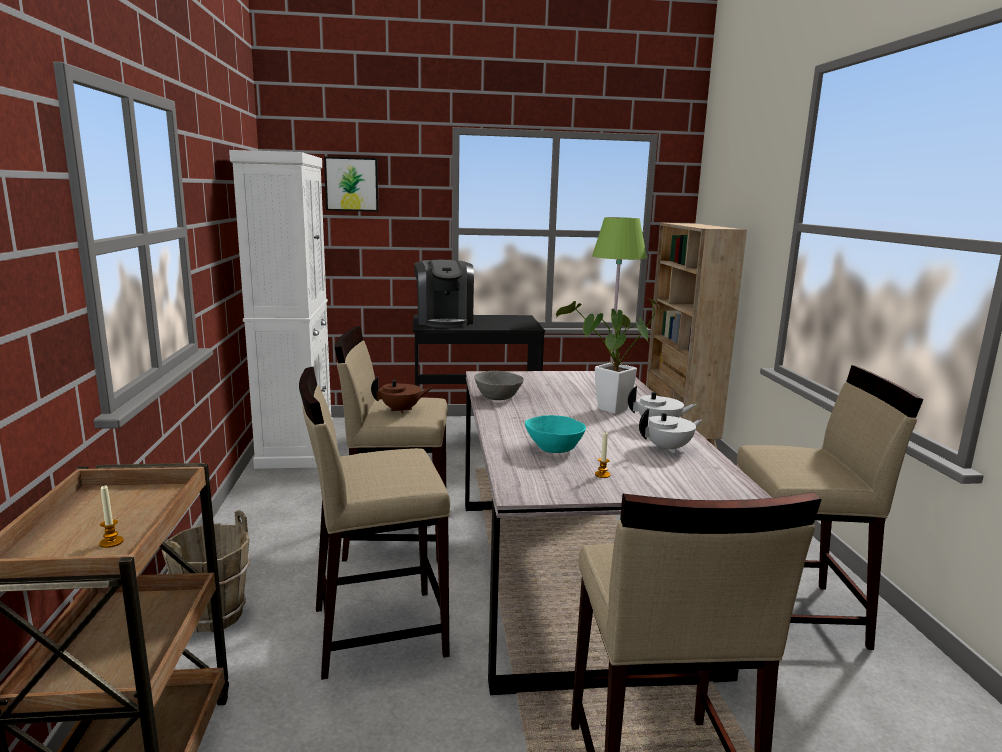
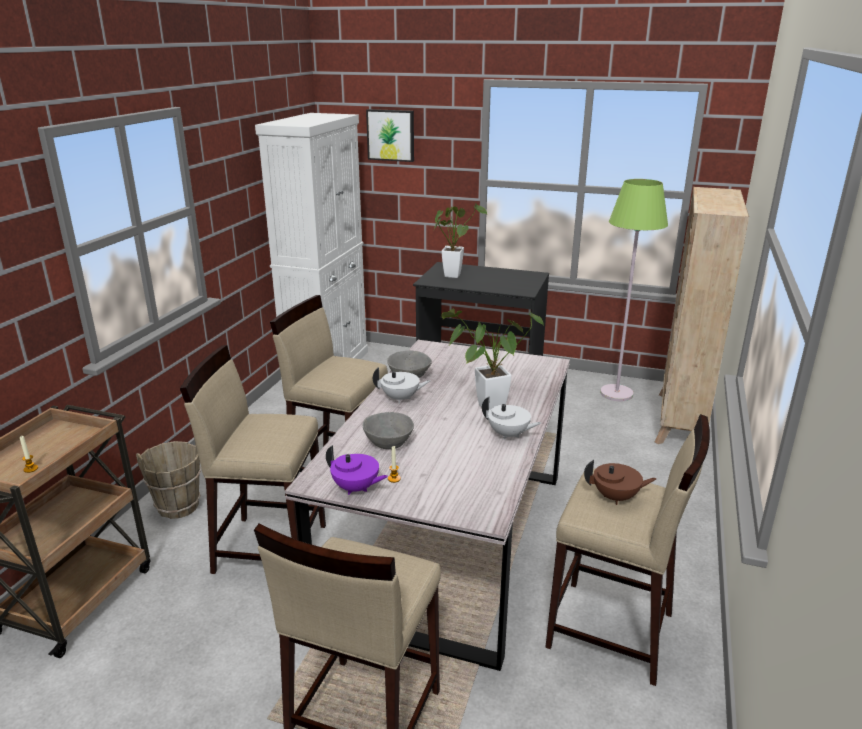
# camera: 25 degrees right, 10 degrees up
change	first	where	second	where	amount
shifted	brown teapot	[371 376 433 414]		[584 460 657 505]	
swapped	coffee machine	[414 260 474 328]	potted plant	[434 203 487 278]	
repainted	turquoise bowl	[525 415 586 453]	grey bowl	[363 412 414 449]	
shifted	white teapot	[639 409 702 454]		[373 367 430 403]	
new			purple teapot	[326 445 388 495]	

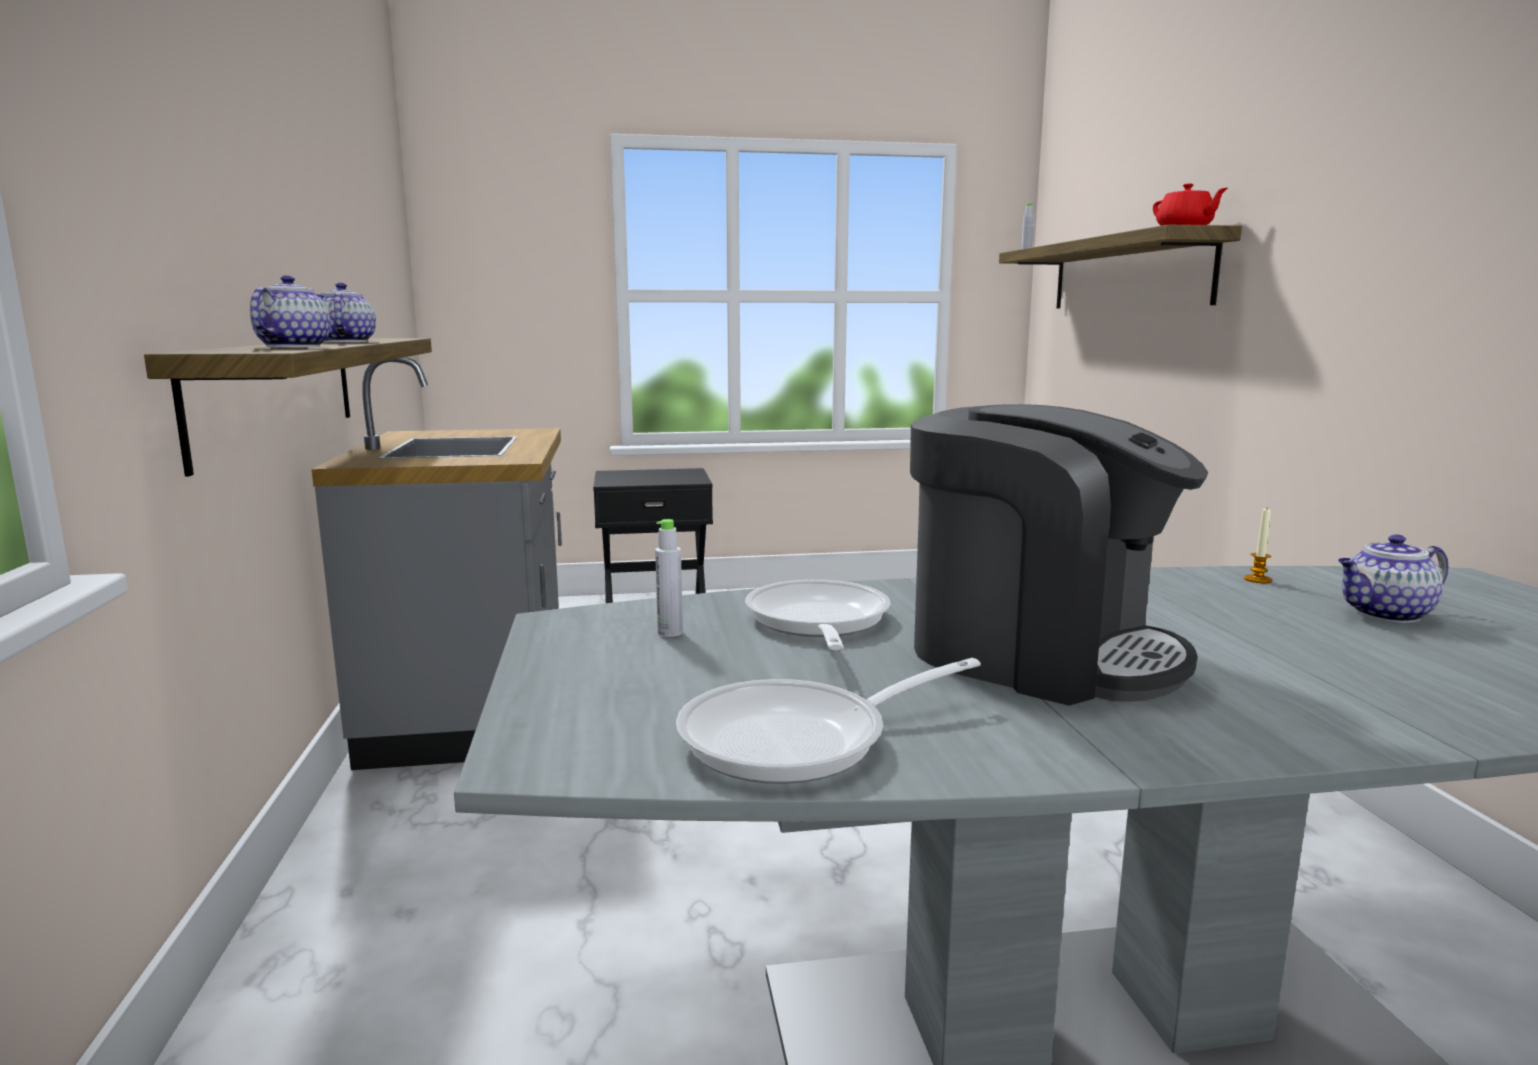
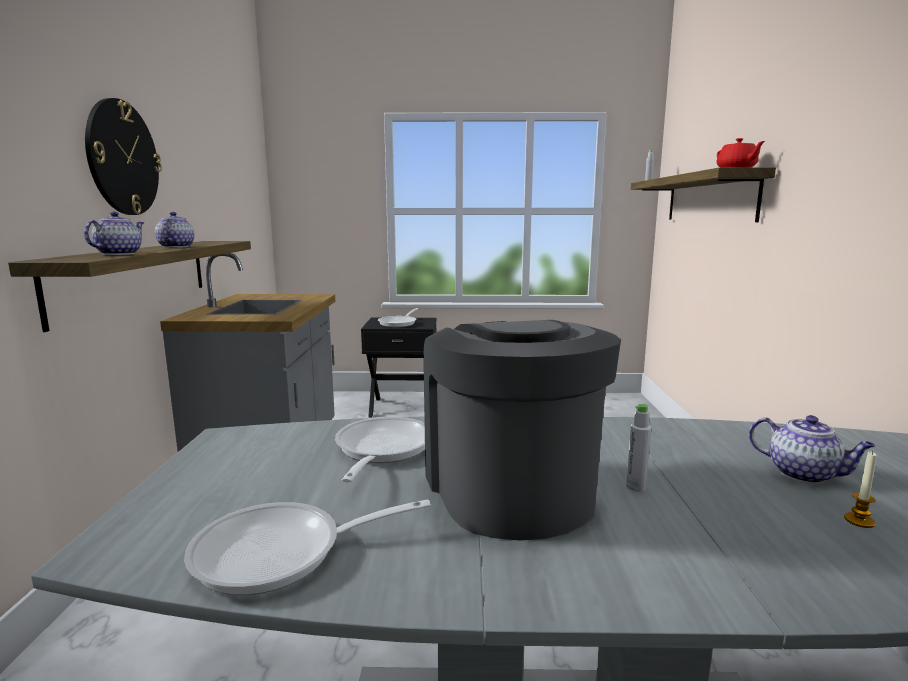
# camera: 10 degrees right, 0 degrees up
change	first	where	second	where	amount
shifted	grey bottle	[655 519 683 637]		[626 404 651 492]	
rotated	coffee machine	[910 404 1208 705]		[424 320 621 541]	150 degrees counterclockwise
shifted	candle	[1244 508 1272 583]		[844 451 877 528]	
rotated	teapot	[1338 534 1448 623]		[749 415 875 483]	135 degrees counterclockwise
new			wall clock	[85 98 162 215]	
new			frying pan	[378 308 418 327]	

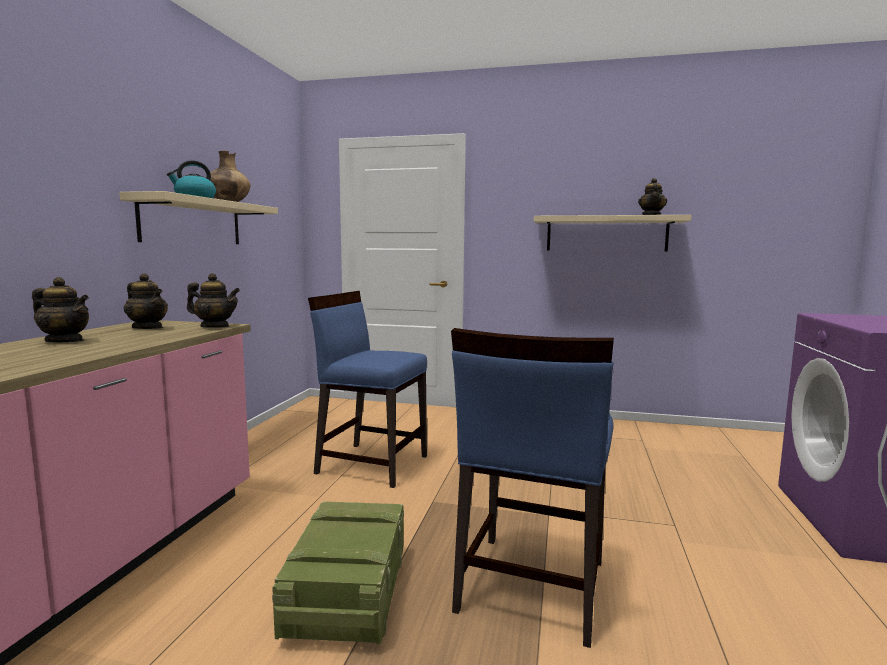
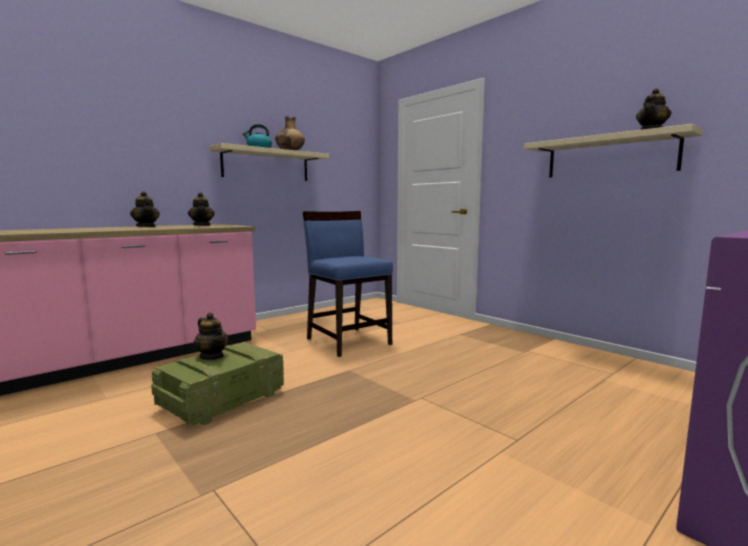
# camera: 35 degrees right, 0 degrees up
change	first	where	second	where	amount
shifted	teapot	[187 273 240 328]		[194 313 228 360]	
gone	blue chair	[451 328 614 648]			

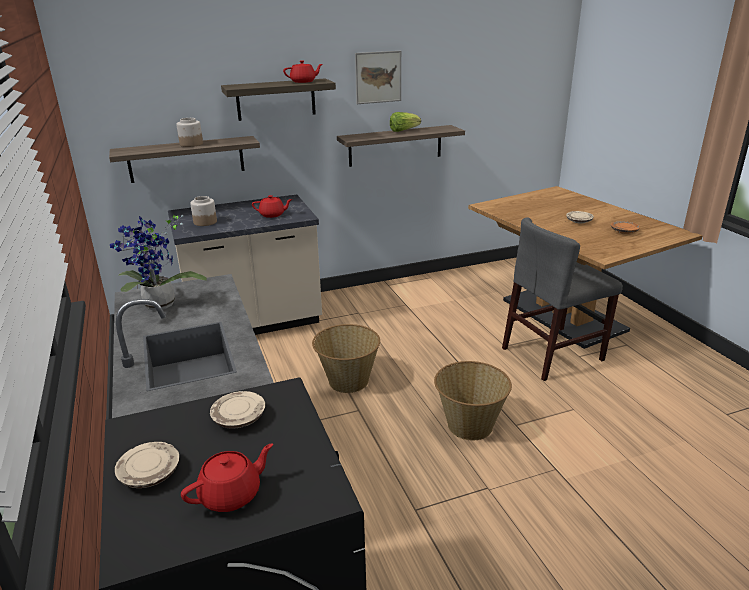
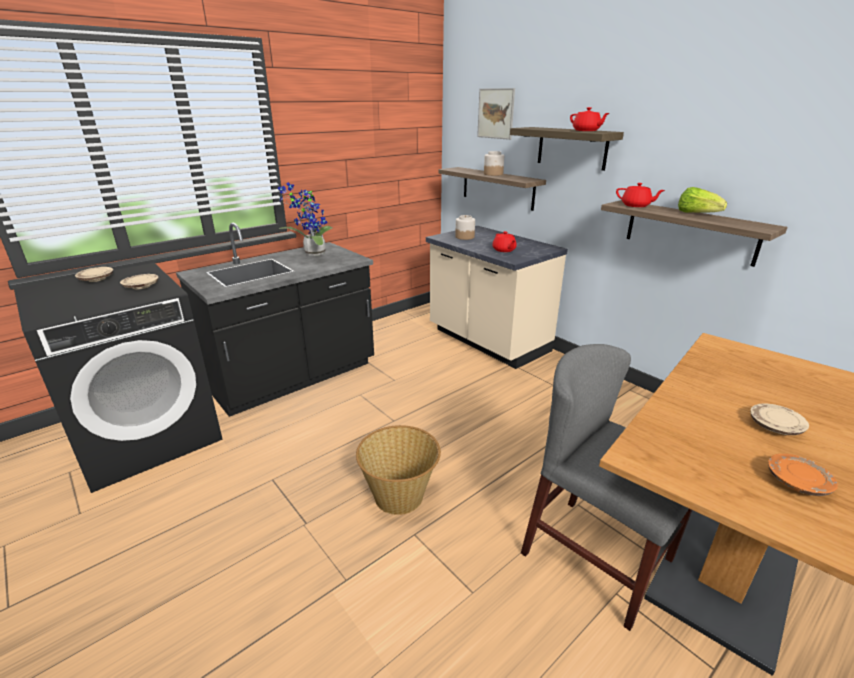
# camera: 70 degrees right, 0 degrees up
change	first	where	second	where	amount
shifted	red teapot	[181 443 273 512]		[616 183 665 207]	
gone	basket	[312 324 380 393]			
shifted	picture	[355 51 401 104]		[477 88 515 140]	

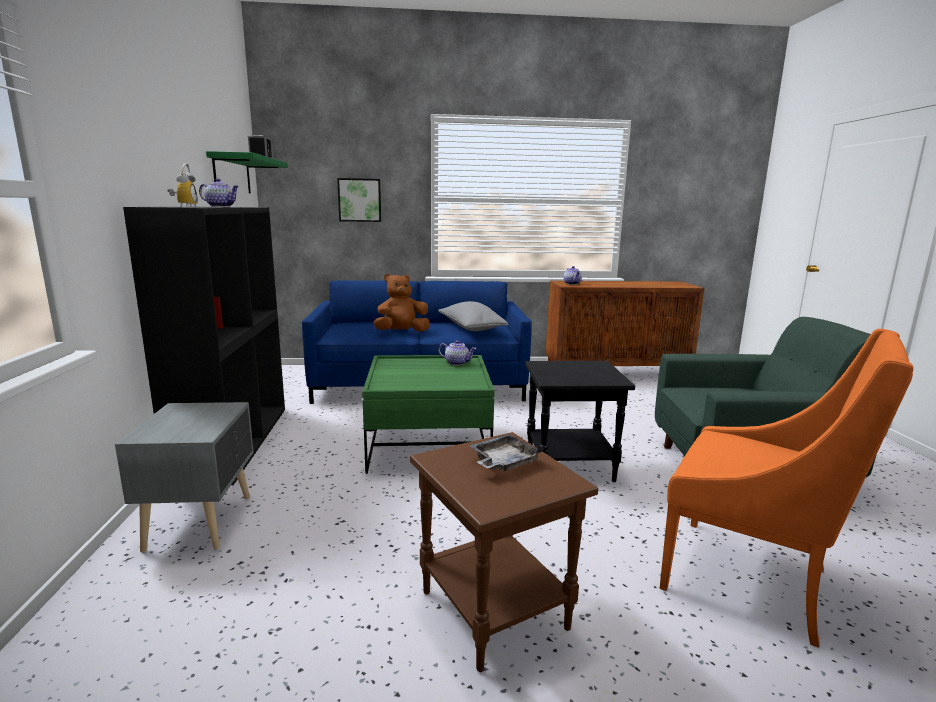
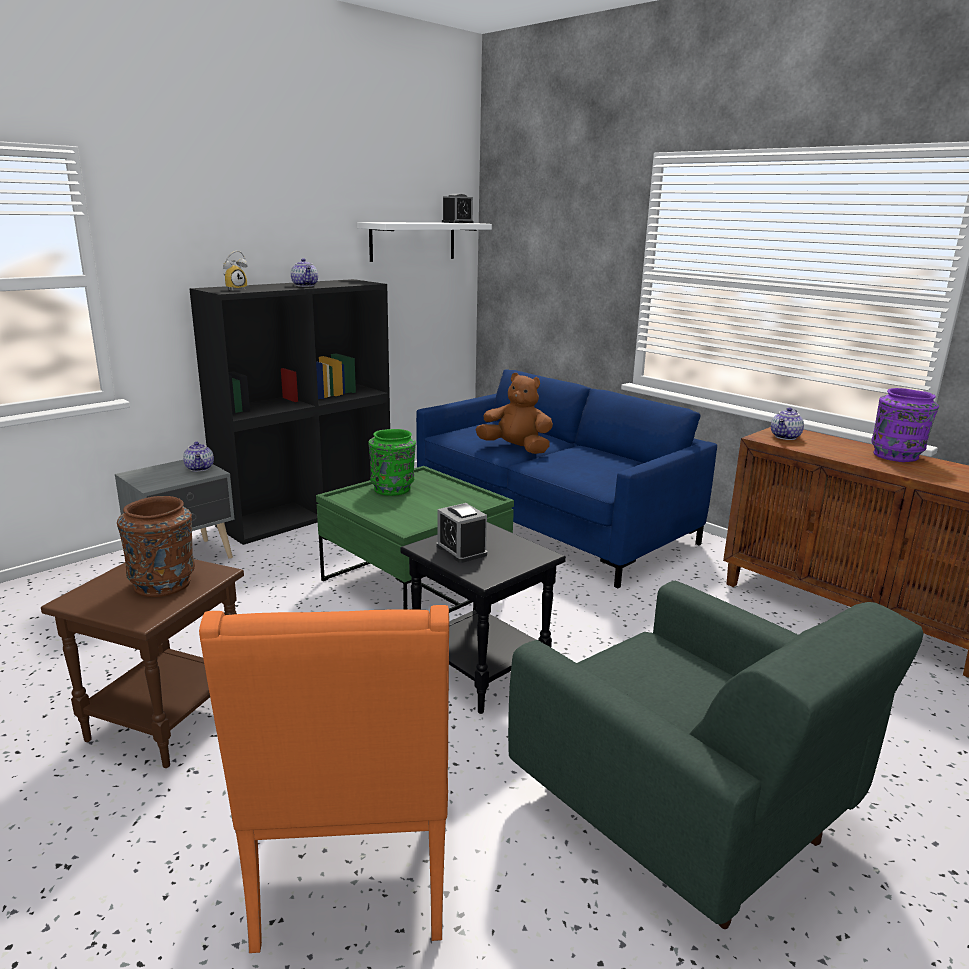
# camera: 50 degrees right, 5 degrees up
change	first	where	second	where	amount
repainted	green shelf	[206 151 288 194]	white shelf	[357 222 492 262]	
gone	picture	[337 178 381 222]			
gone	grey pillow	[438 301 508 331]			
shifted	teapot	[438 340 476 366]		[183 442 214 472]	
swapped	grey tray	[470 434 544 471]	brown vase	[117 496 195 597]	
new			green vase	[368 429 416 496]	
new			alarm clock	[437 503 487 563]	
new			purple vase	[871 388 939 462]	

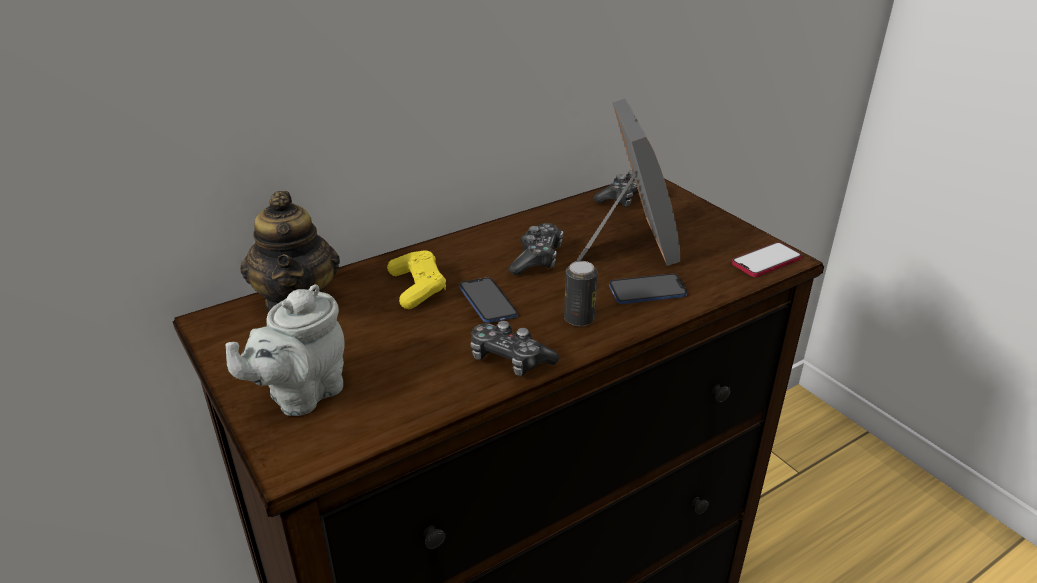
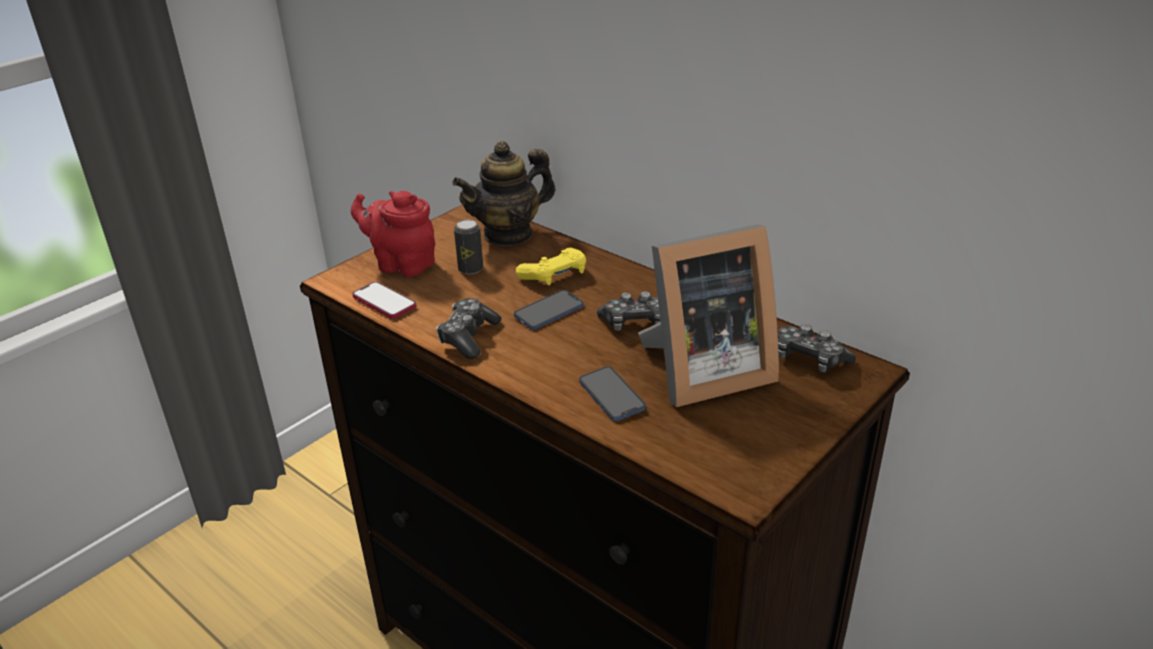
# camera: 75 degrees right, 0 degrees up
change	first	where	second	where	amount
repainted	grey teapot	[225 284 345 416]	red teapot	[351 191 435 277]	
shifted	can	[564 261 598 326]		[454 220 483 274]	
shifted	phone	[732 242 802 277]		[352 282 416 319]	

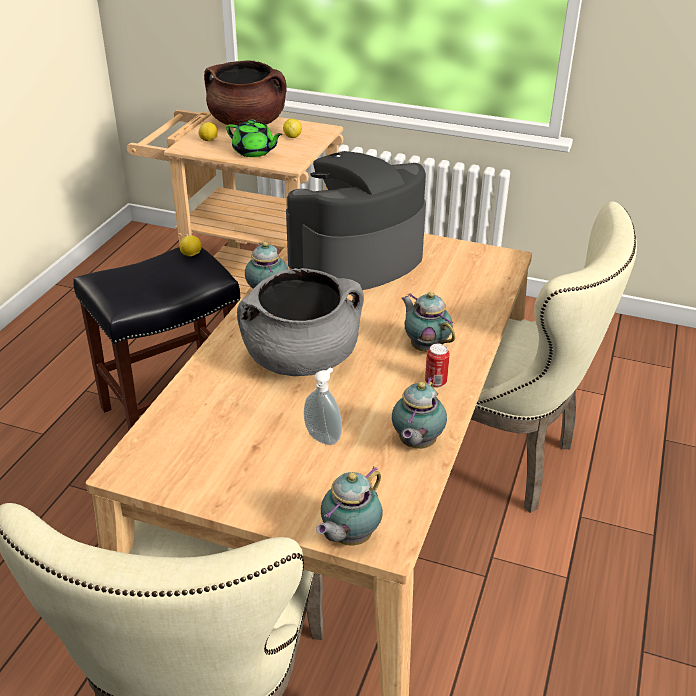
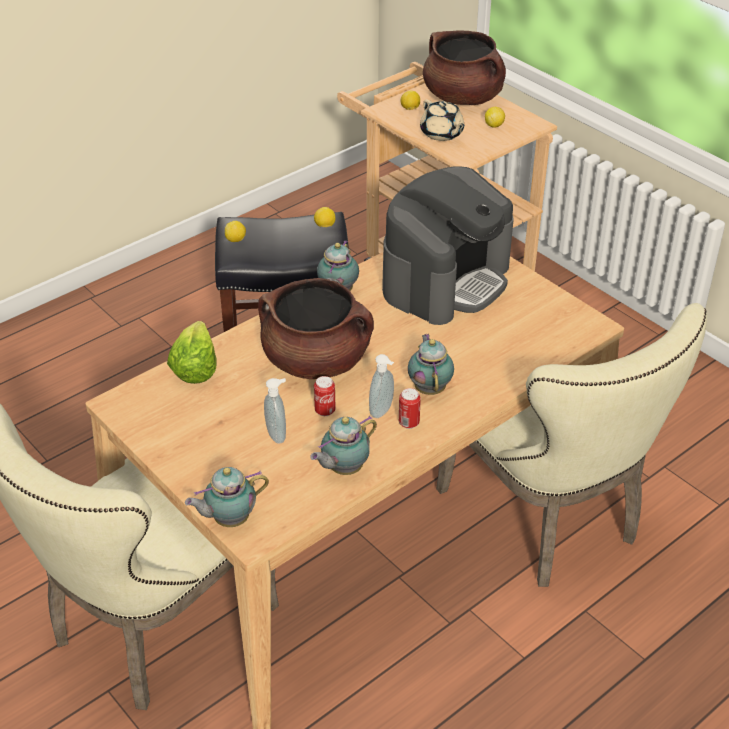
# camera: 30 degrees right, 5 degrees up
change	first	where	second	where	amount
repainted	green teapot	[226 120 283 157]	beige teapot	[420 100 465 141]	
repainted	grey cooking pot	[237 268 364 376]	brown cooking pot	[258 278 374 379]	
rotated	coffee machine	[286 151 426 290]		[382 166 513 325]	135 degrees clockwise
new			lettuce	[167 321 216 384]	
new			lemon	[225 221 246 242]	
new			can	[314 376 335 416]	
new			soap dispenser	[369 354 394 418]	

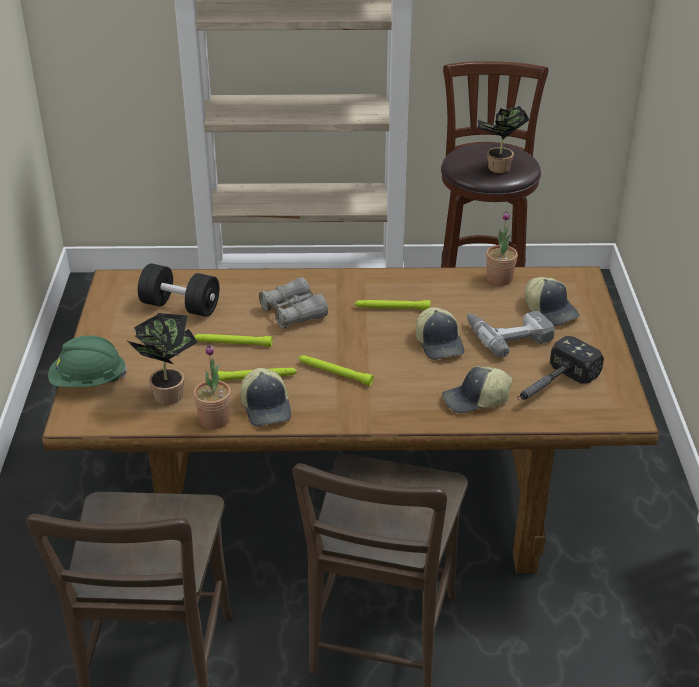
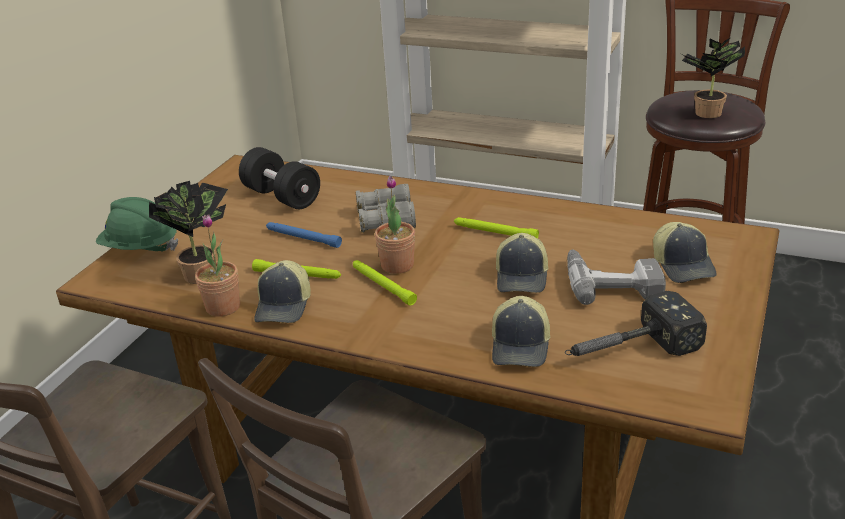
# camera: 25 degrees right, 5 degrees down
change	first	where	second	where	amount
repainted	green flashlight	[194 334 272 347]	blue flashlight	[266 222 342 248]	
rotated	cap	[442 366 512 413]		[492 296 550 367]	90 degrees counterclockwise
shifted	potted plant	[486 211 518 286]		[375 176 415 274]	

